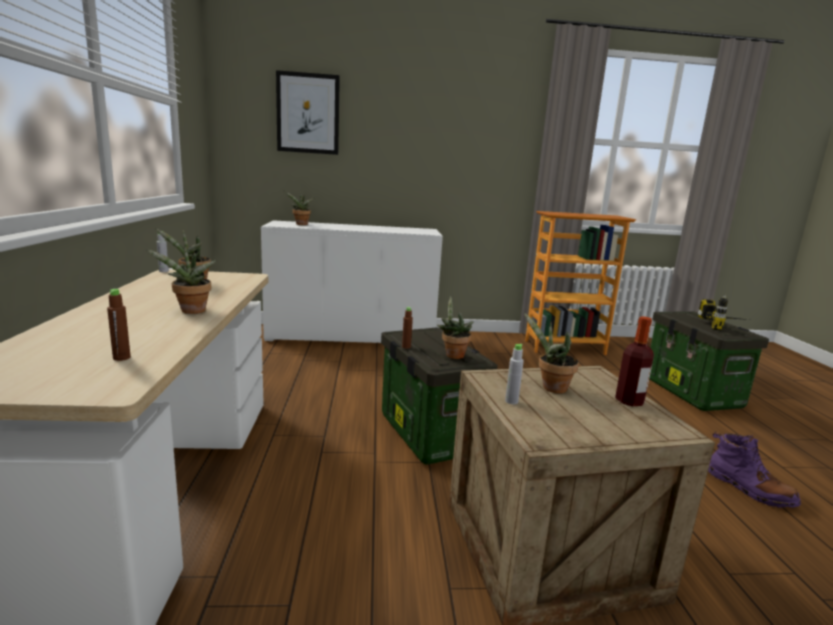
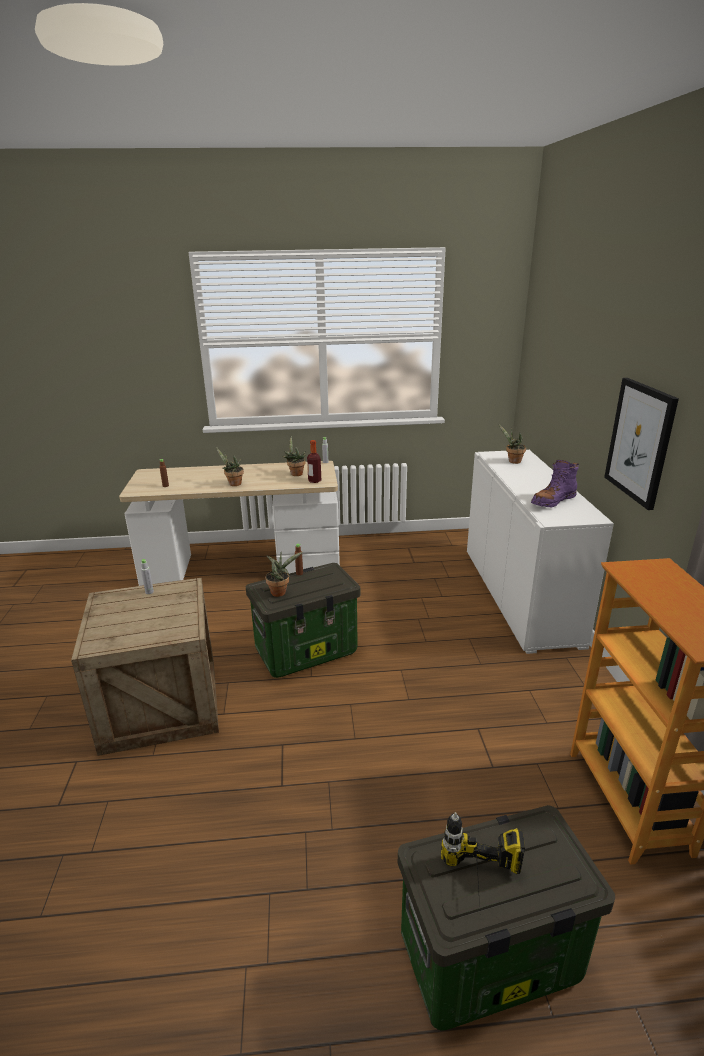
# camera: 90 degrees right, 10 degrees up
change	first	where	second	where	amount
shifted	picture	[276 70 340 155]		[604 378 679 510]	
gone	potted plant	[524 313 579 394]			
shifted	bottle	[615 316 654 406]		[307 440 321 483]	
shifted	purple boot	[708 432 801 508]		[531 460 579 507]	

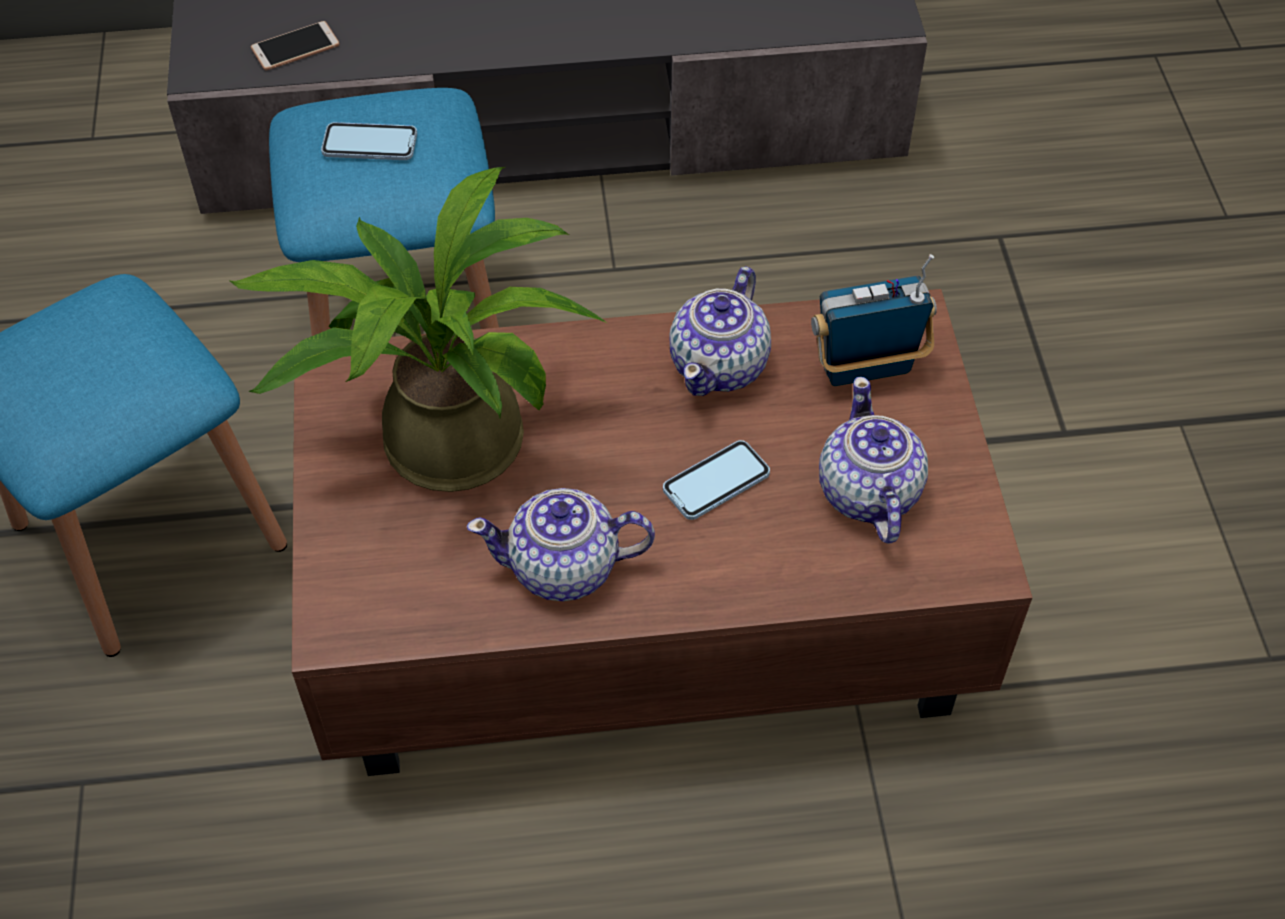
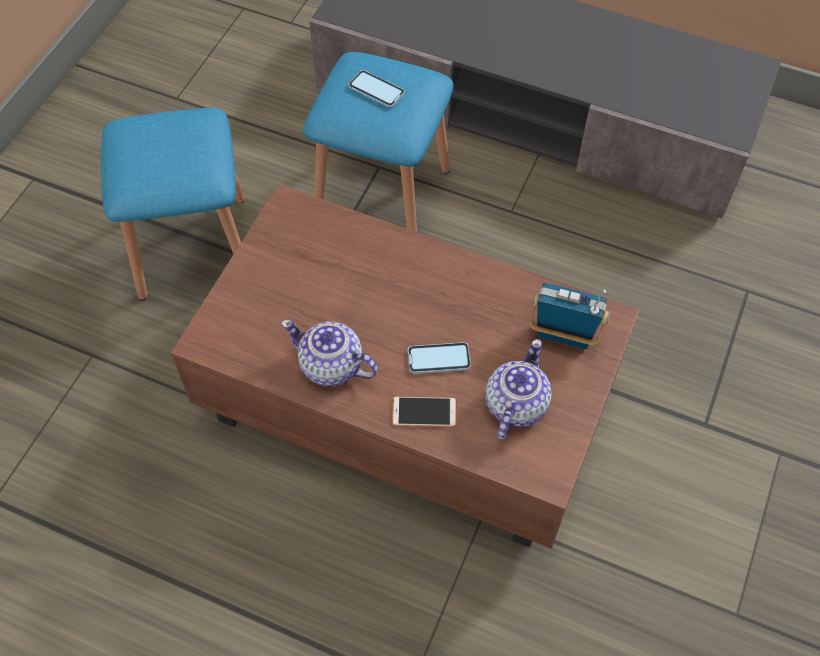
# camera: 30 degrees right, 5 degrees up
change	first	where	second	where	amount
gone	potted plant	[230 167 607 492]			
shifted	phone	[251 21 340 71]		[392 397 456 427]	
gone	teapot	[670 266 771 396]			

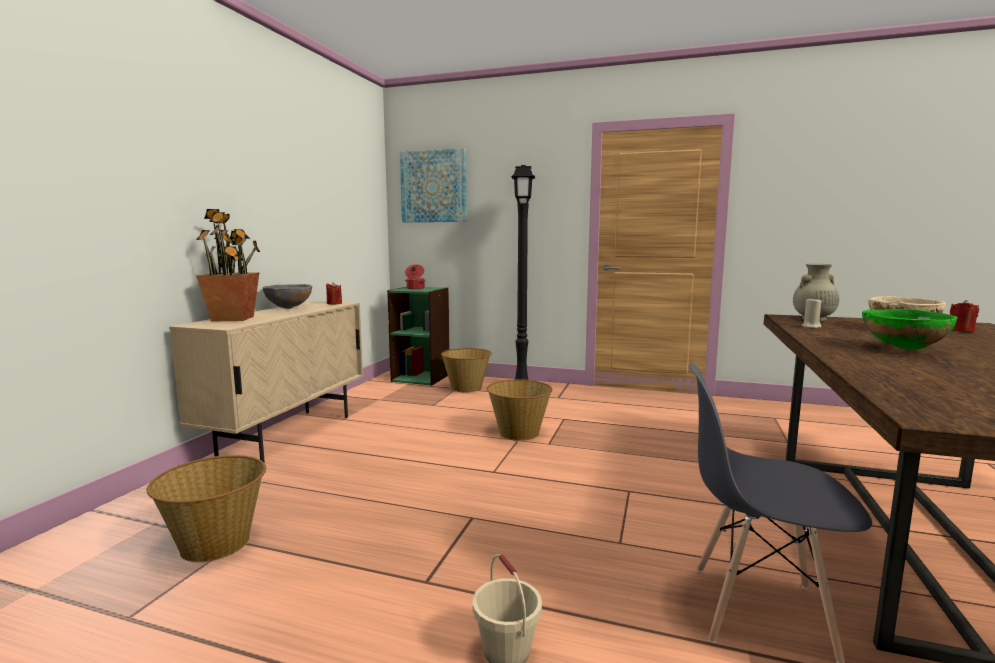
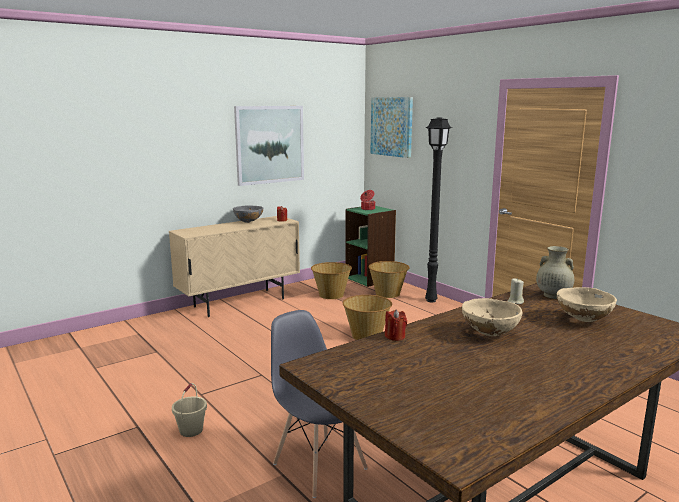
# camera: 35 degrees right, 5 degrees up
change	first	where	second	where	amount
shifted	basket	[146 455 266 562]		[311 262 352 299]	
gone	potted plant	[196 209 260 322]			
repainted	green bowl	[862 309 957 350]	beige bowl	[462 298 522 336]	
shifted	red candle	[950 300 979 332]		[385 310 407 341]	
new			picture	[234 106 304 186]	

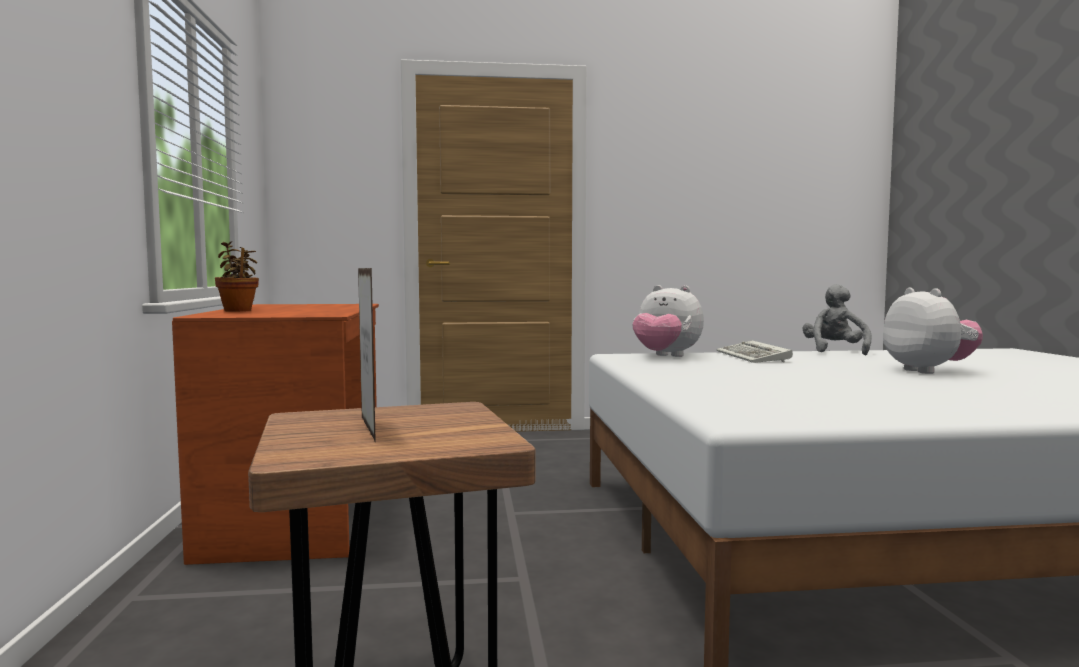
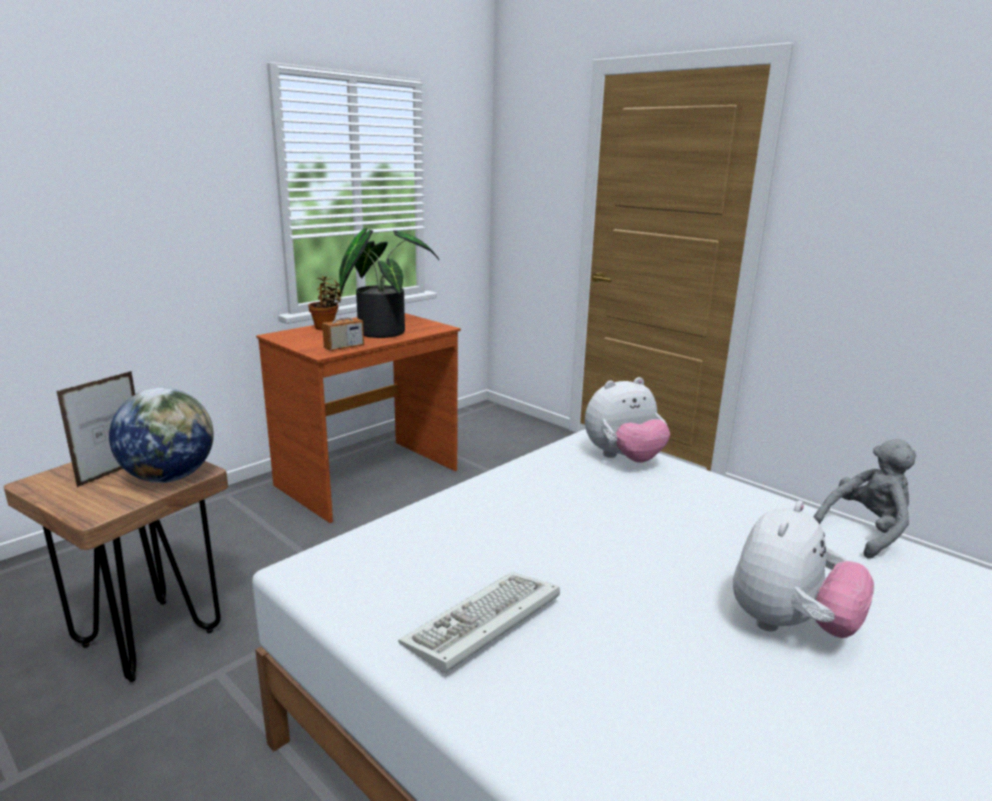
# camera: 50 degrees right, 15 degrees up
change	first	where	second	where	amount
rotated	plush toy	[632 285 704 357]		[585 377 670 463]	105 degrees counterclockwise
shifted	keyboard	[717 340 793 363]		[398 572 560 673]	
new			globe	[109 388 214 483]	
new			radio	[322 291 364 351]	
new			potted plant	[339 228 439 338]	

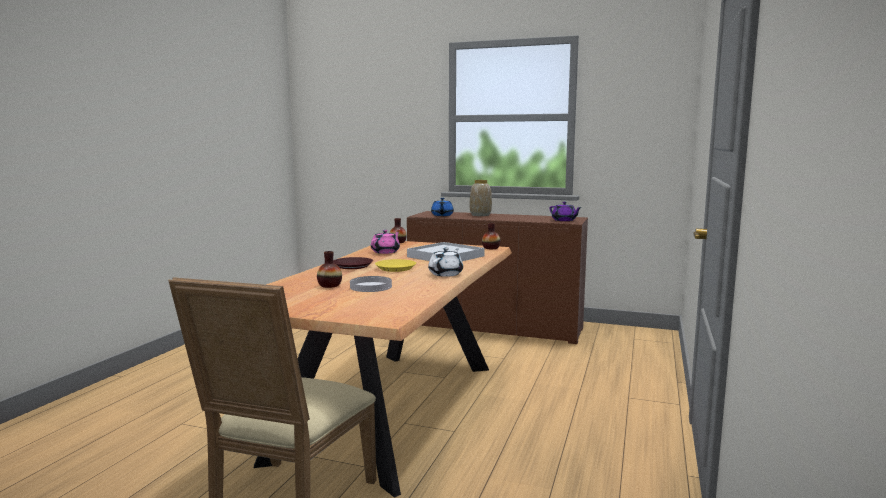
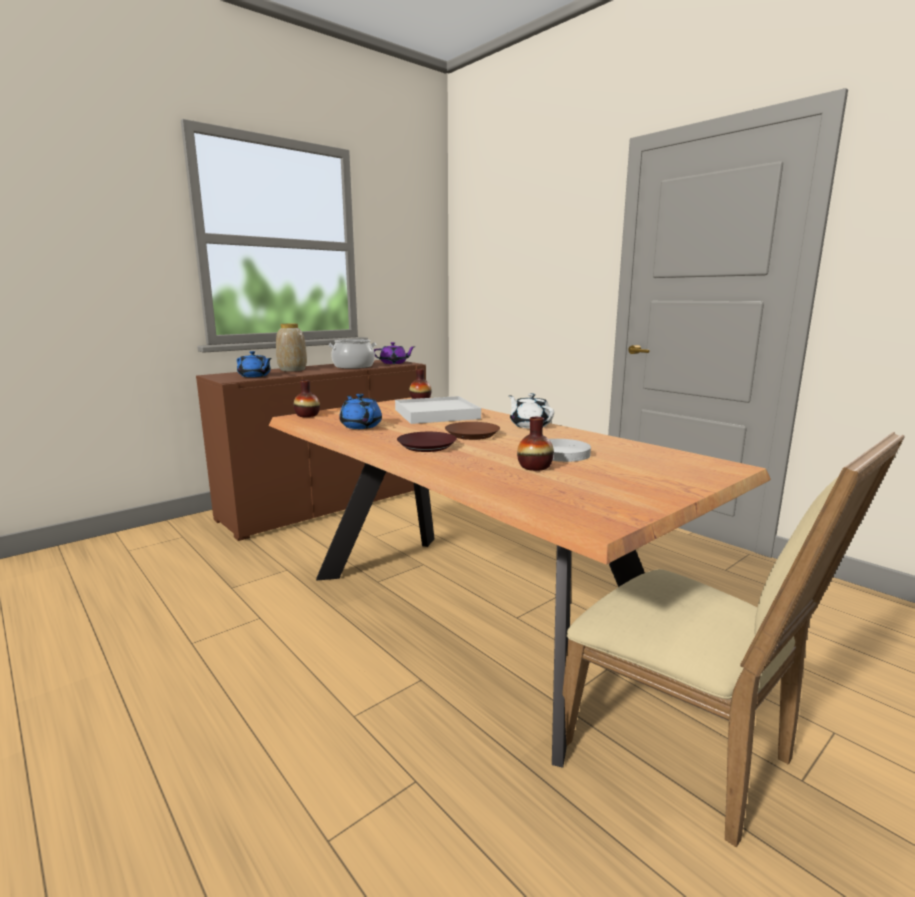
# camera: 60 degrees left, 5 degrees up
change	first	where	second	where	amount
repainted	pink teapot	[371 230 400 254]	blue teapot	[339 394 382 429]	
repainted	yellow plate	[375 259 416 272]	brown plate	[445 422 500 440]	
new			cooking pot	[328 339 377 369]	

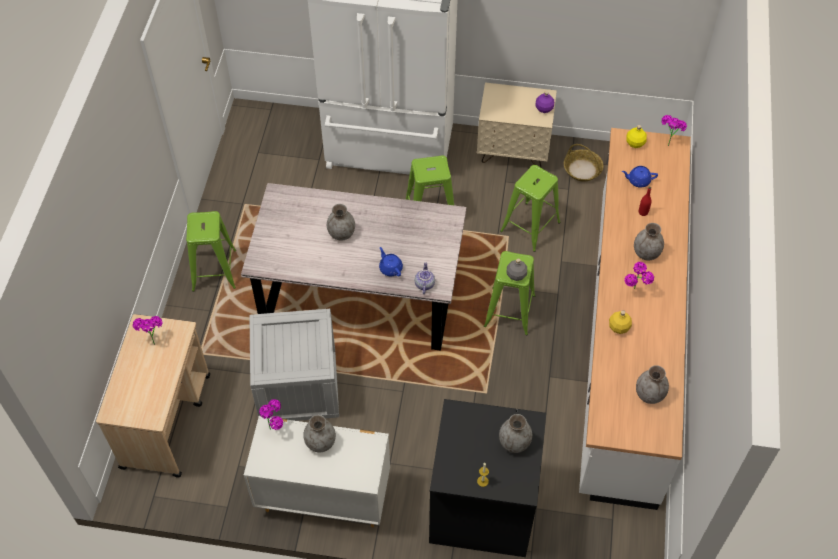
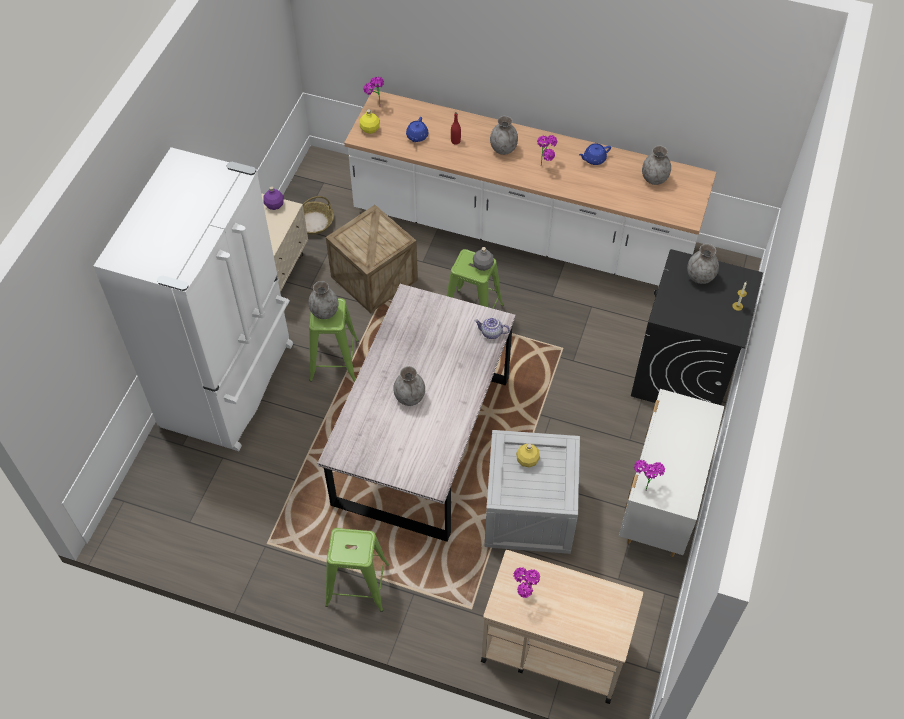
# camera: 80 degrees left, 0 degrees up
change	first	where	second	where	amount
shifted	grey vase	[303 415 336 453]		[308 281 338 319]	
shifted	blue teapot	[379 247 403 276]		[579 143 611 165]	
swapped	green stool	[500 165 561 252]	crate	[326 205 418 314]	
shifted	yellow bottle	[609 310 632 334]		[516 444 540 468]	

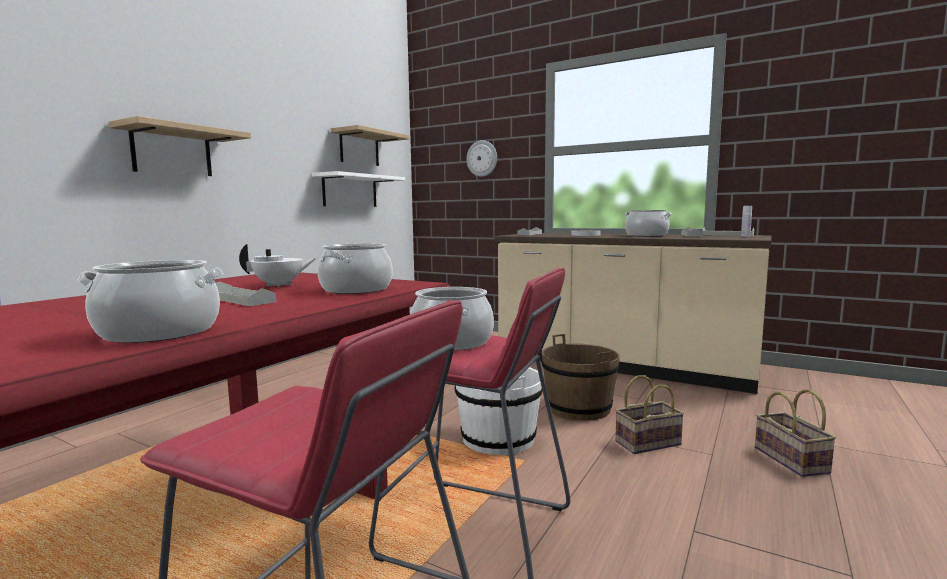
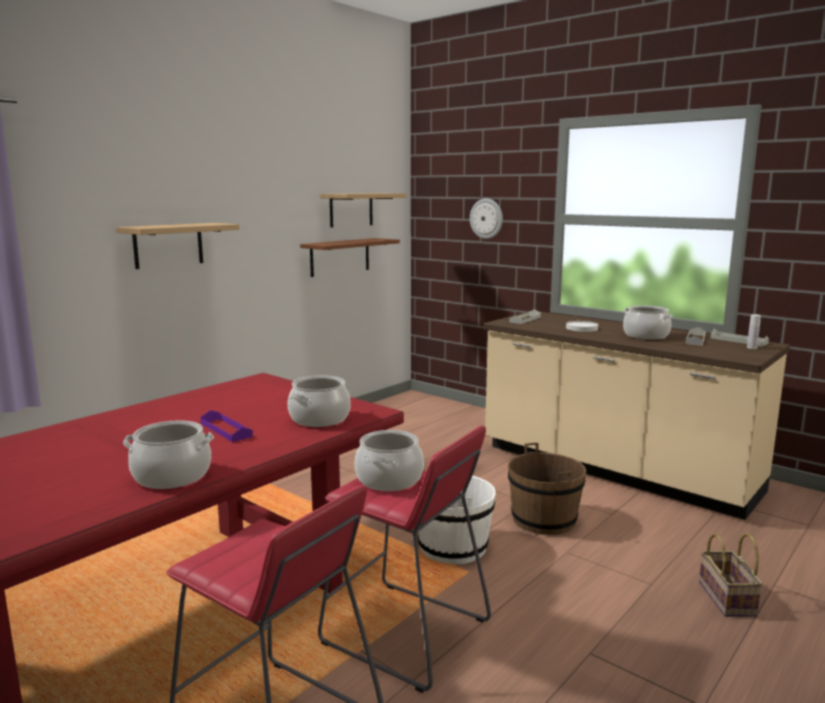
# camera: 10 degrees right, 5 degrees up
change	first	where	second	where	amount
repainted	grey tray	[216 281 276 306]	purple tray	[200 410 253 442]	
gone	white teapot	[239 244 317 287]			
repainted	white shelf	[312 171 405 207]	brown shelf	[300 238 400 277]	
gone	basket	[615 375 684 454]			

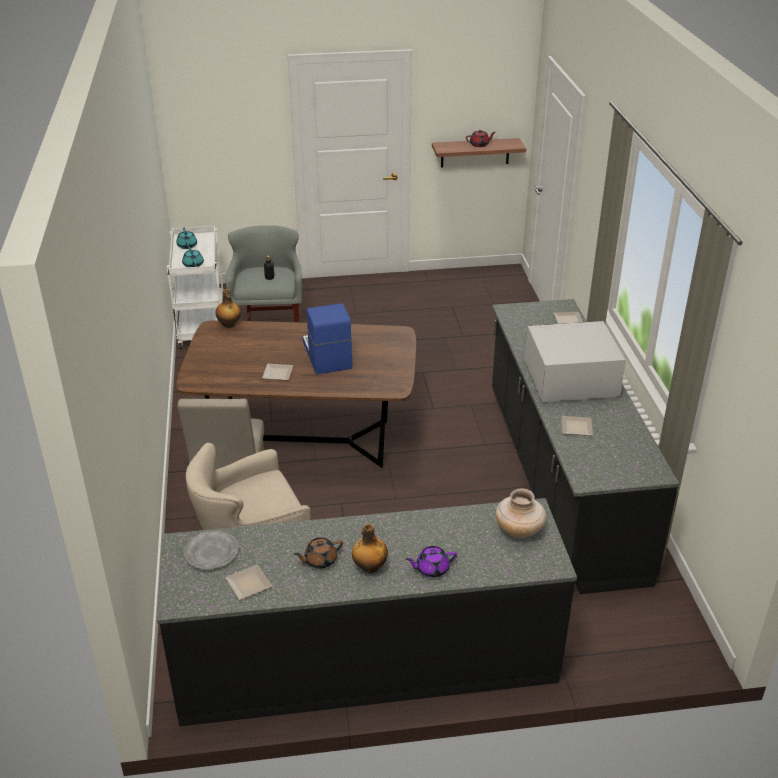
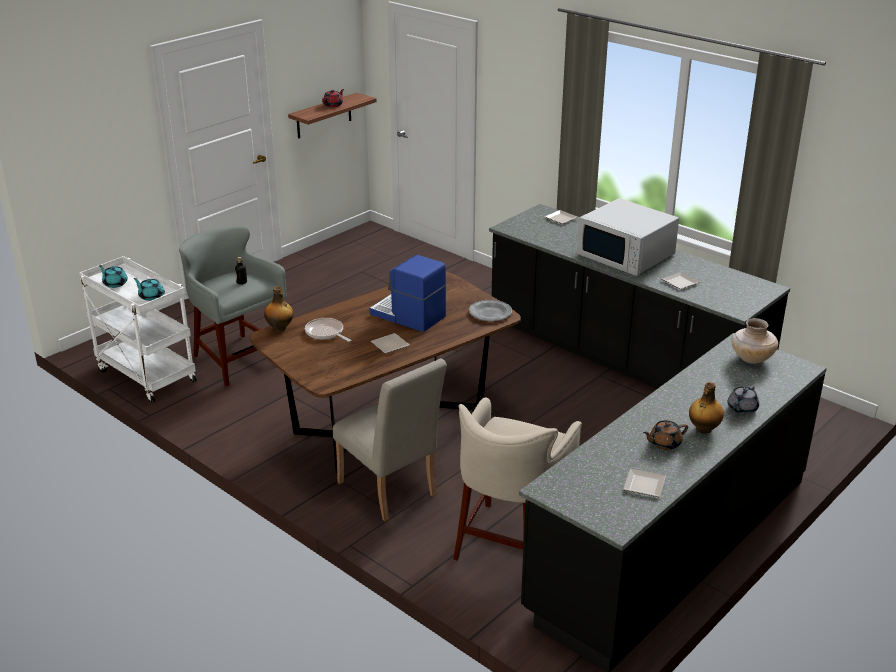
# camera: 40 degrees left, 5 degrees down
change	first	where	second	where	amount
shifted	grey plate	[184 531 239 570]		[469 300 512 321]	
rotated	brown teapot	[294 537 343 569]		[643 420 688 450]	45 degrees clockwise
repainted	purple teapot	[406 546 457 578]	grey teapot	[728 385 759 415]	
rotated	white microwave	[525 321 626 402]		[577 198 679 276]	90 degrees counterclockwise
new			frying pan	[305 318 351 342]	

